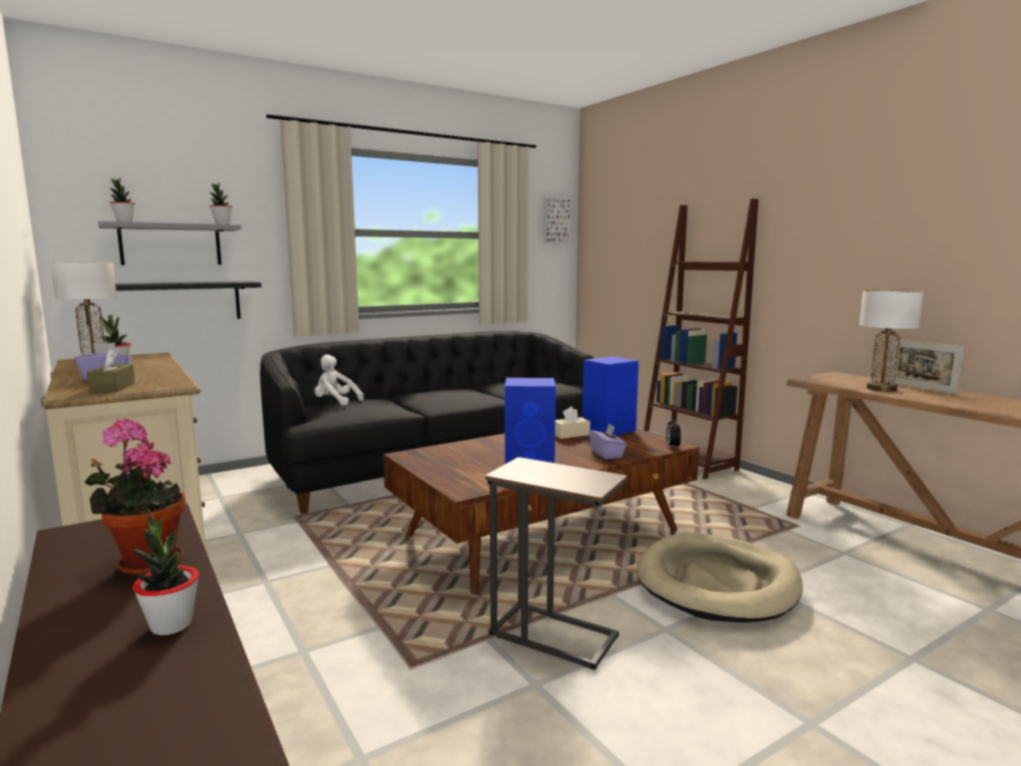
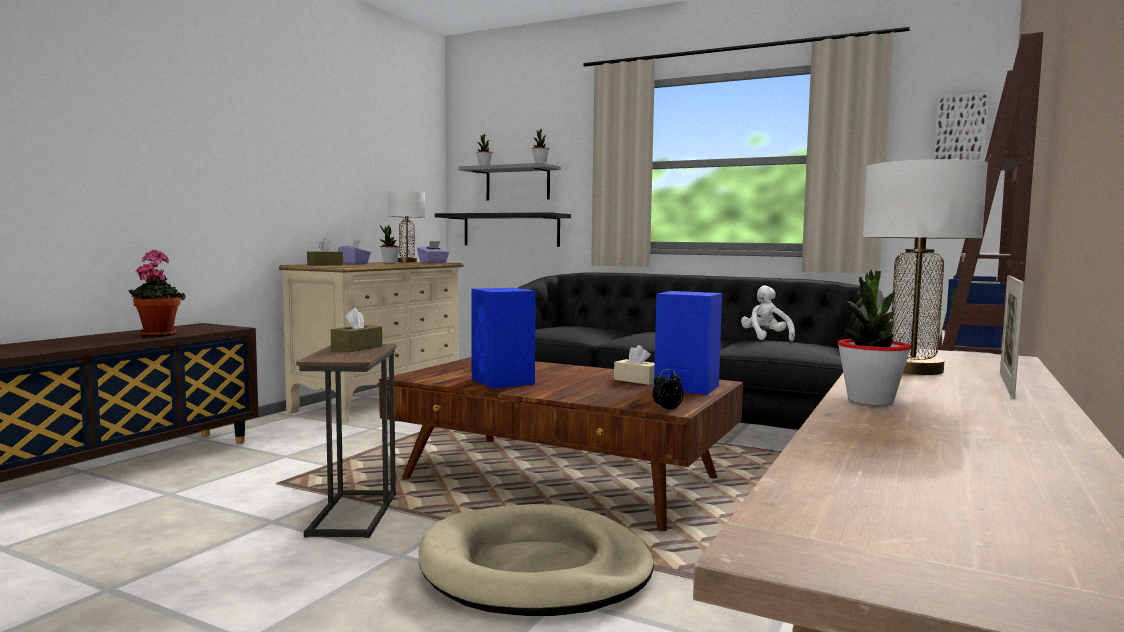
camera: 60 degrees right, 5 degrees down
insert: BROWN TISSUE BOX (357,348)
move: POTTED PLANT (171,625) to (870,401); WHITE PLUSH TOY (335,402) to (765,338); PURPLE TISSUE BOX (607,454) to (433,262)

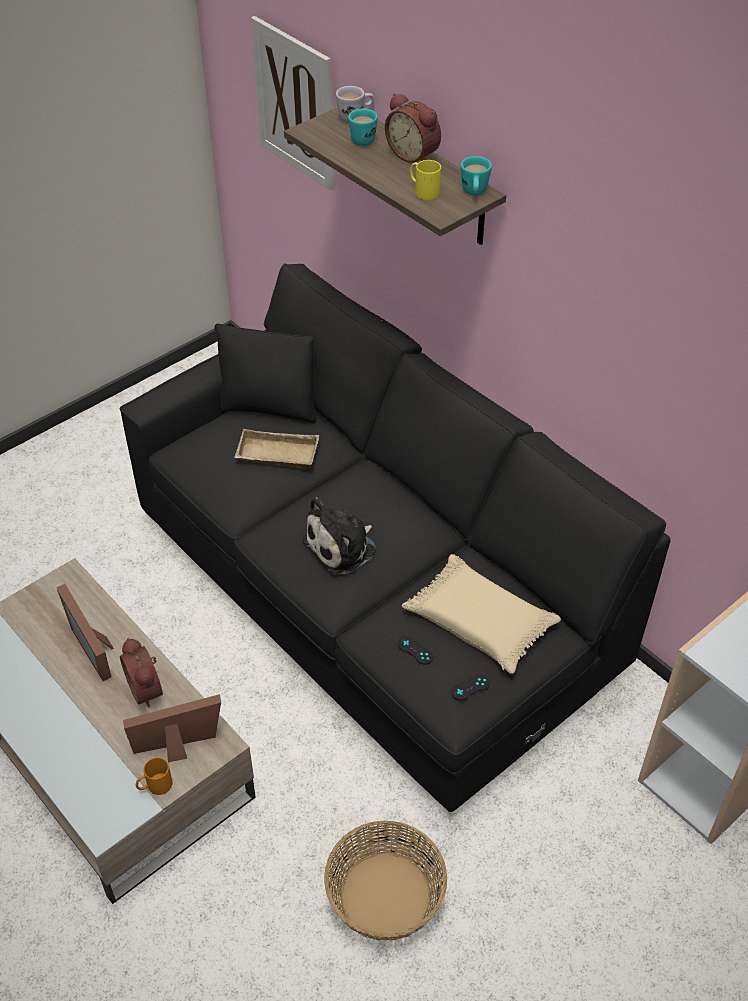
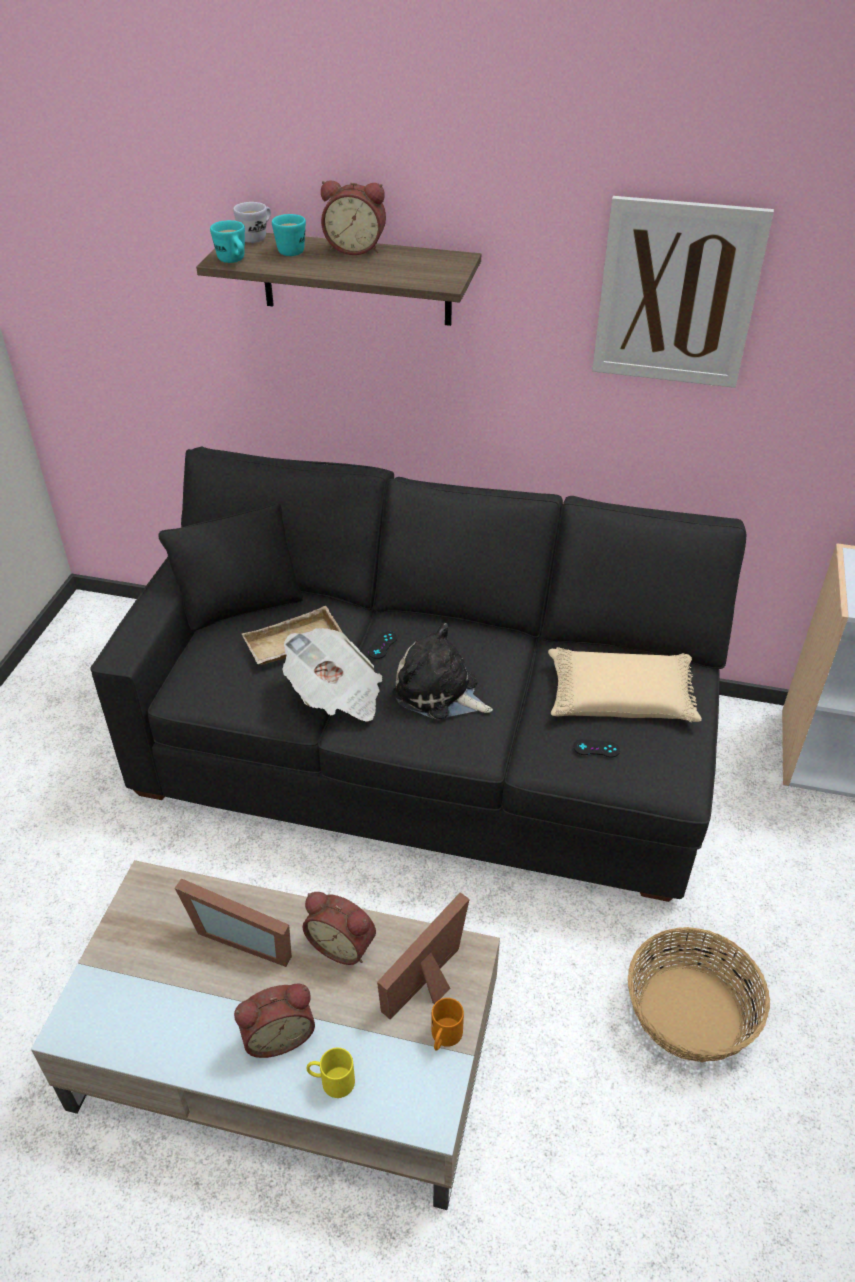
camera: 35 degrees left, 5 degrees down
insert: ALARM CLOCK (277,1034); NEWSPAPER (336,694)
move: PICTURE (295,103) to (677,294); YELLOW MUG (423,191) to (331,1081); BLACK GAME CONTROLLER (470,687) to (382,645); TURQUOISE MUG (474,193) to (234,261)
rotate: PLUSH TOY (344,545) = (439,692) 105 degrees clockwise

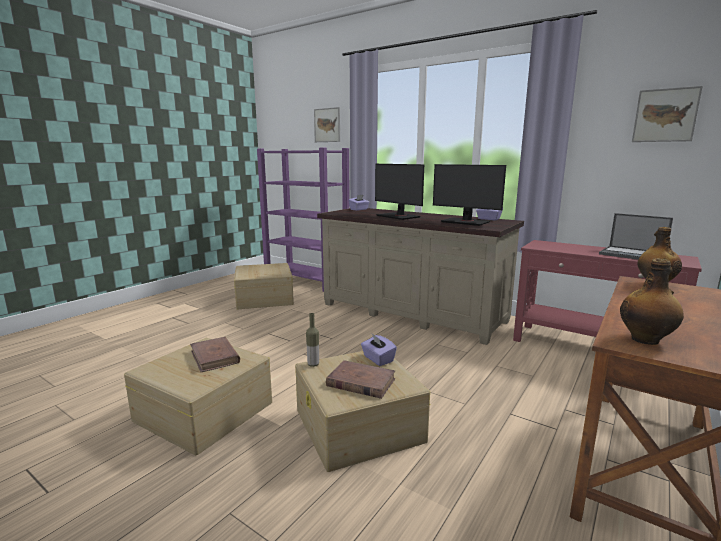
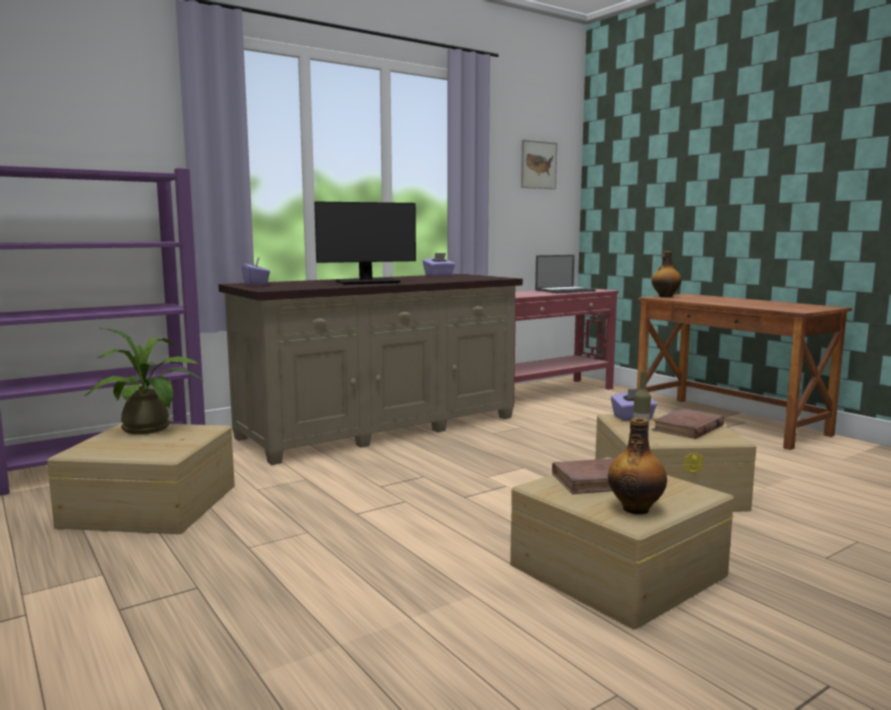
camera: 70 degrees left, 5 degrees down
delete: PICTURE (327,125); MONITOR (465,222)
insert: POTTED PLANT (150,429)
move: BOTTLE (646,340) to (636,508)

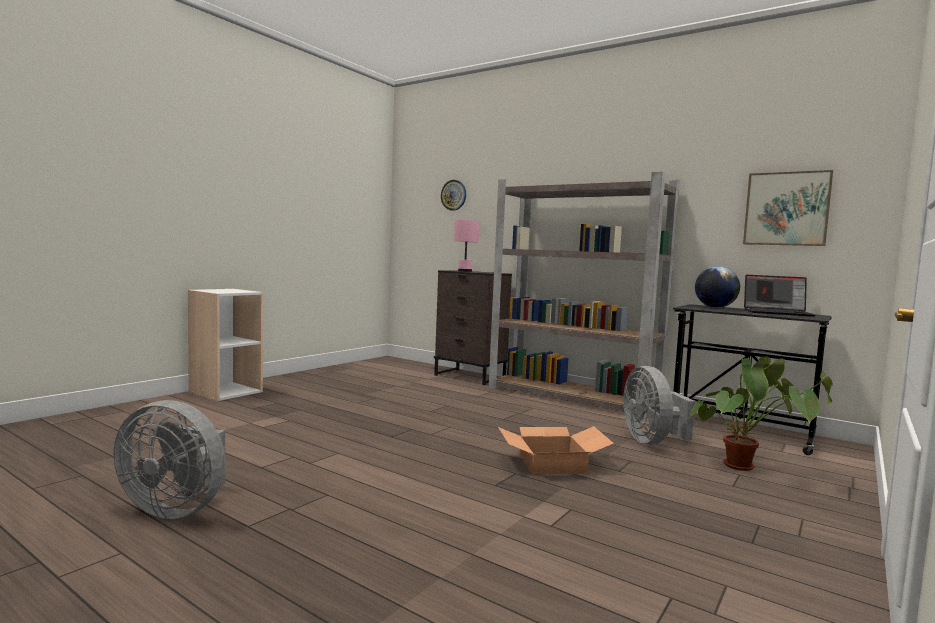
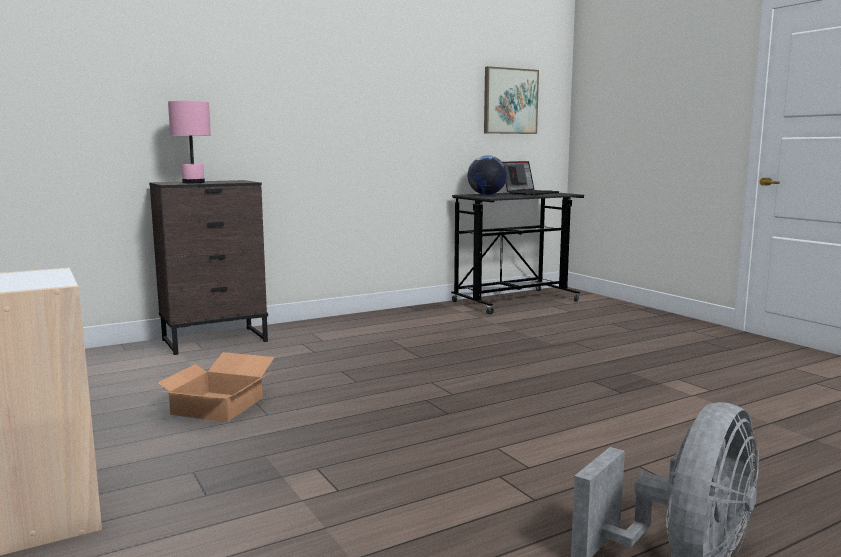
camera: 65 degrees left, 5 degrees up
delete: WALL CLOCK (454,195); BROWN BOOKCASE (571,397); GREY FAN (651,441); POTTED PLANT (751,465)
move: CARDBOARD BOX (552,463) to (217,405)

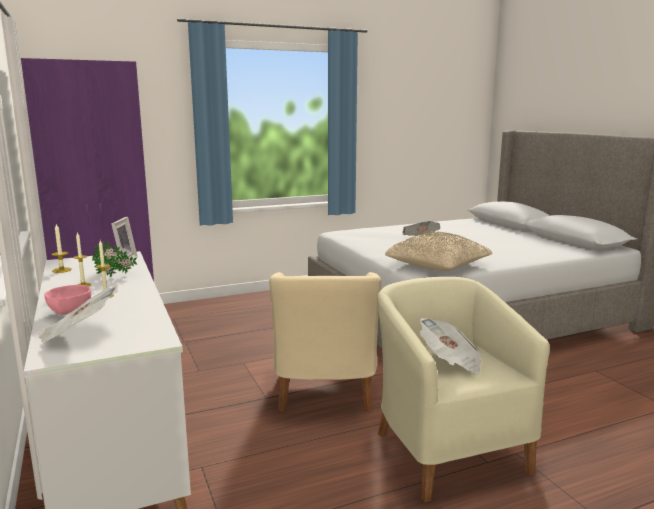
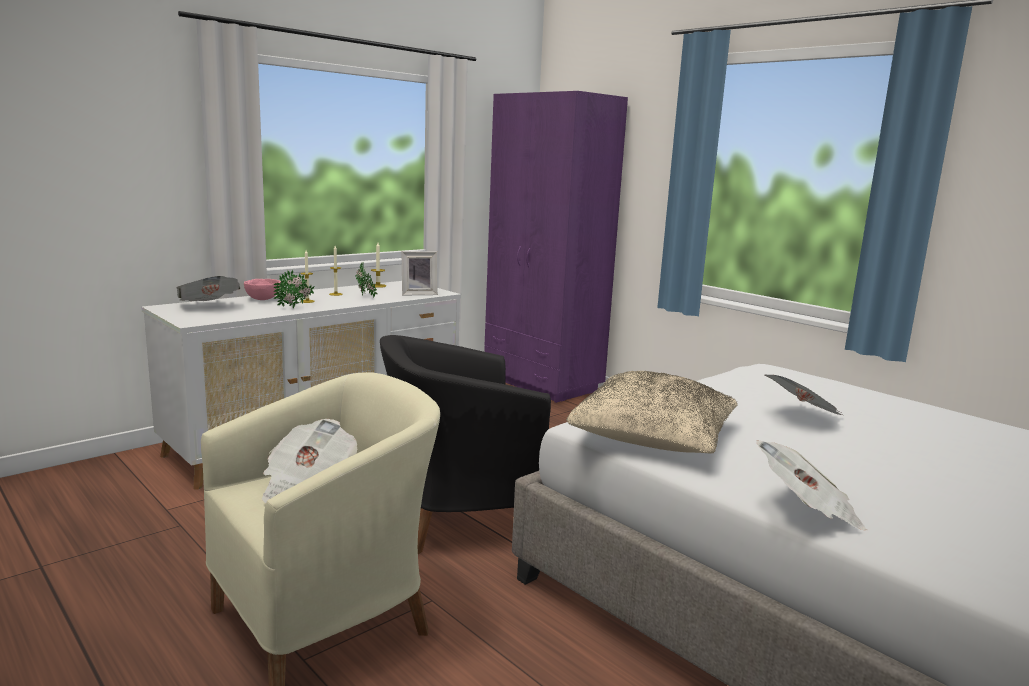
camera: 70 degrees right, 0 degrees up
insert: POTTED PLANT (296,307); NEWSPAPER (807,510)
recolor: BEIGE ARMCHAIR (324,389) to BLACK ARMCHAIR (457,516)

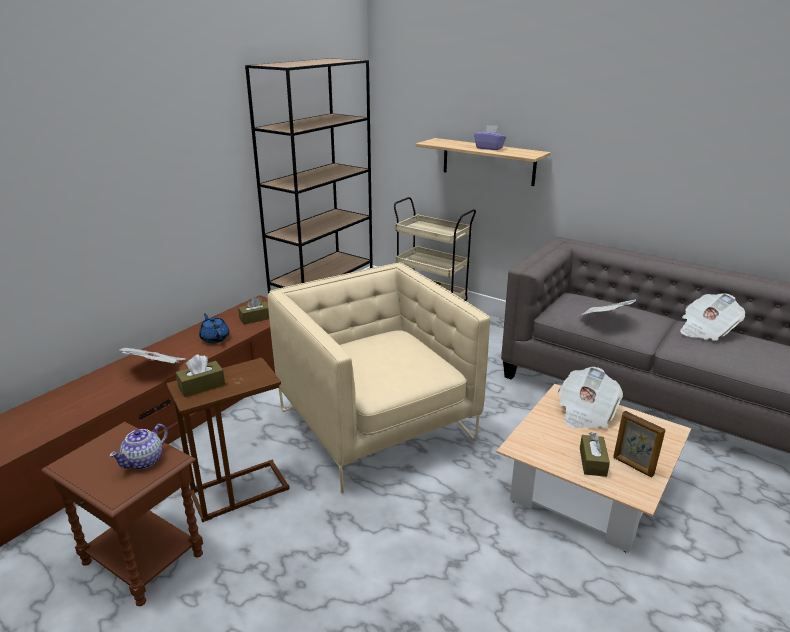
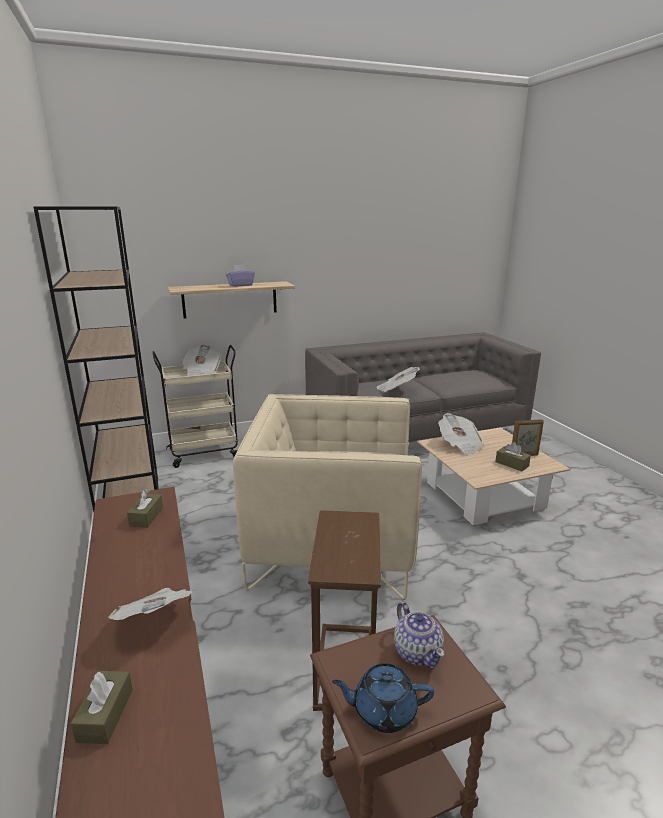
camera: 55 degrees left, 5 degrees down
move: BROWN TISSUE BOX (201,386) to (105,715); BLUE TEAPOT (215,338) to (383,710); NEWSPAPER (706,330) to (201,372)

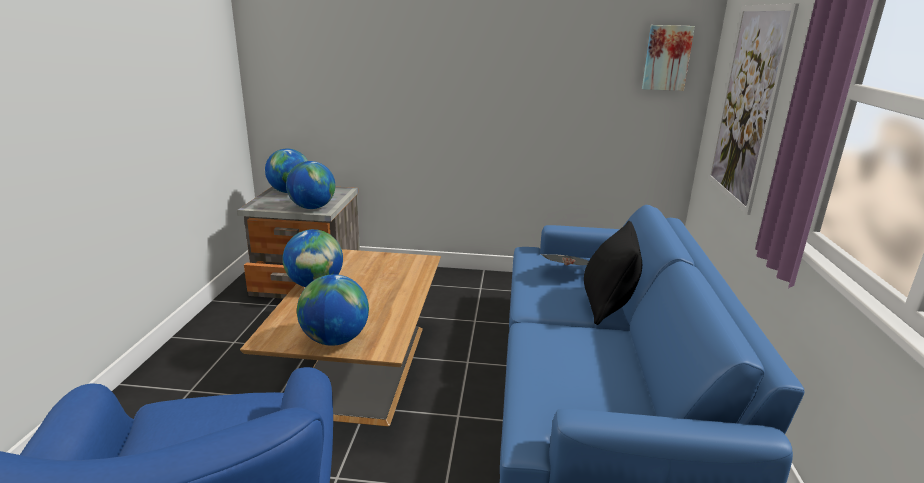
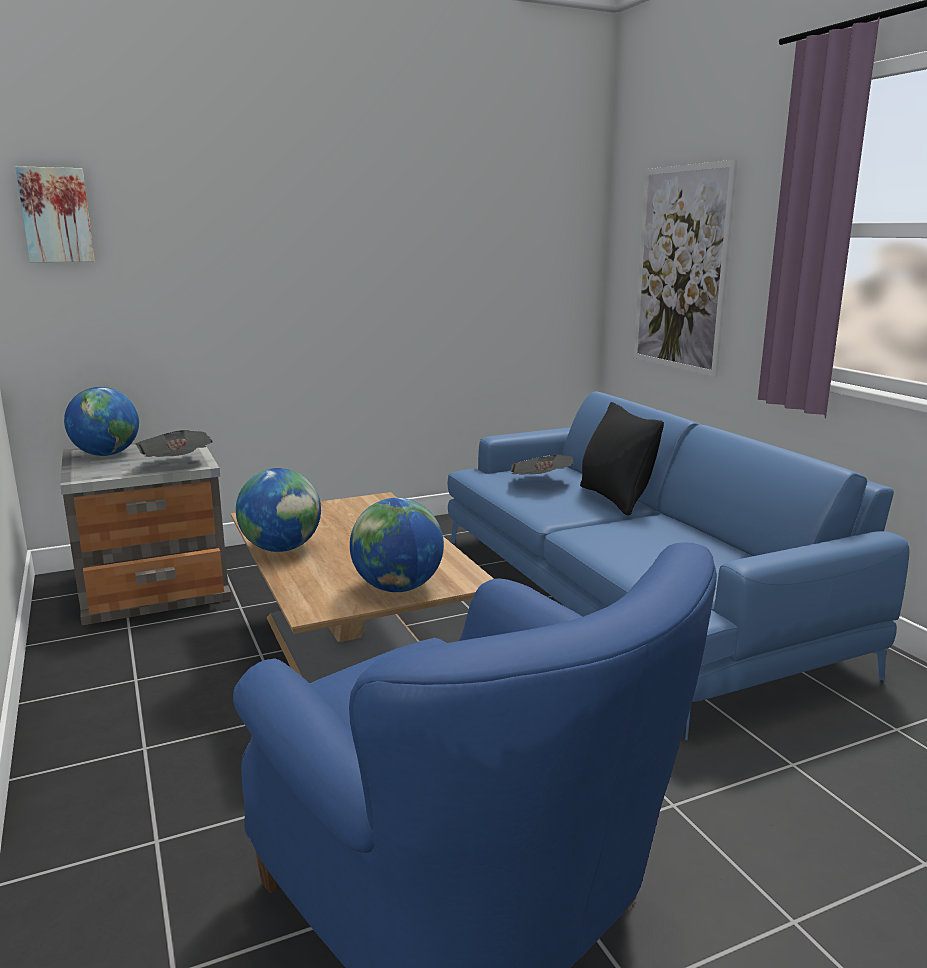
camera: 30 degrees left, 5 degrees down
move: PICTURE (666,58) to (56,215)
replace: GLOBE (312,208) to NEWSPAPER (177,464)

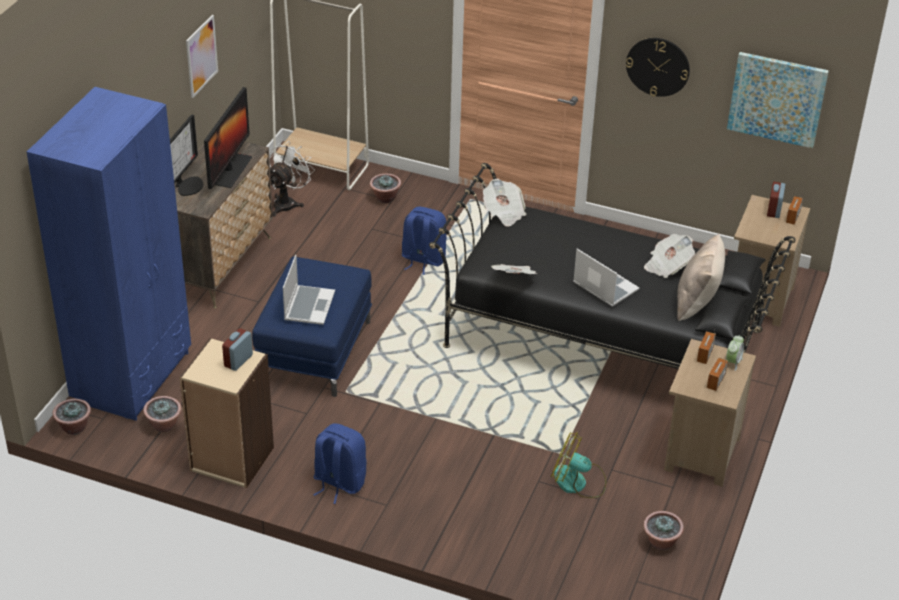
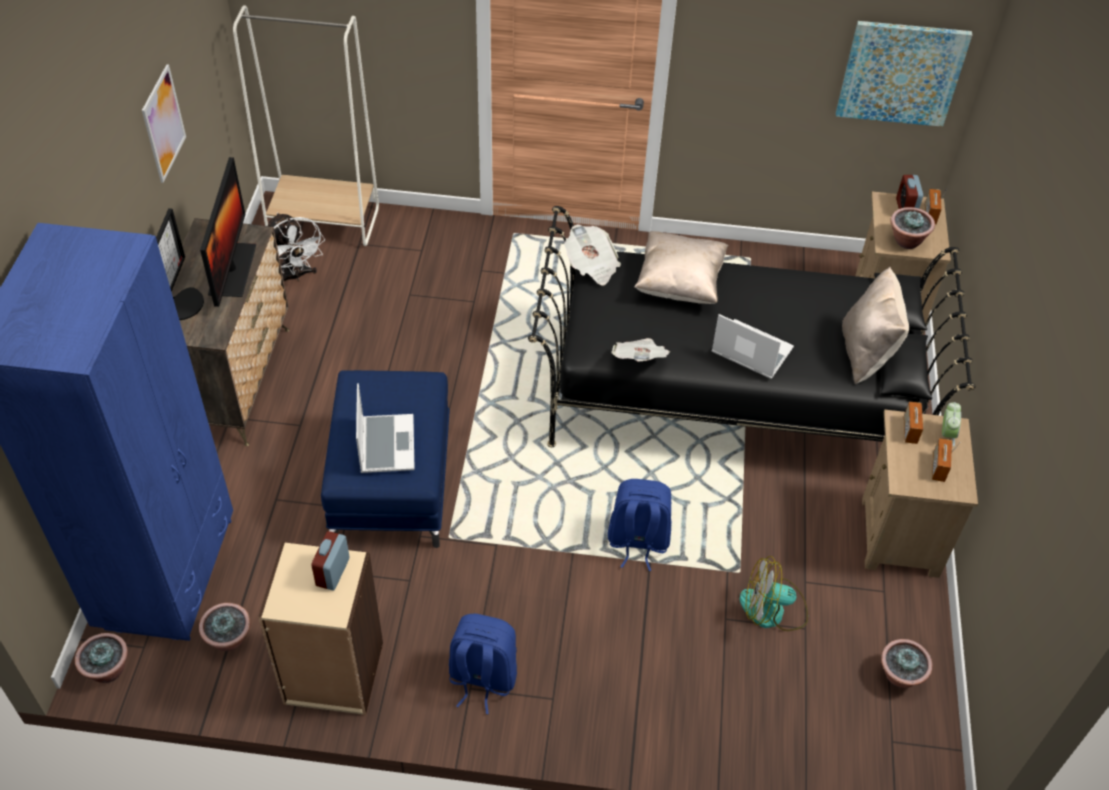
camera: 15 degrees left, 10 degrees up
delete: WALL CLOCK (658,66); NEWSPAPER (667,266)
insert: BEIGE PILLOW (679,283)
move: POTTED PLANT (385,198) to (906,241); BLUE BACKPACK (422,259) to (637,542)
rotate: WHITE FAN (287,203) = (295,276) 135 degrees clockwise

